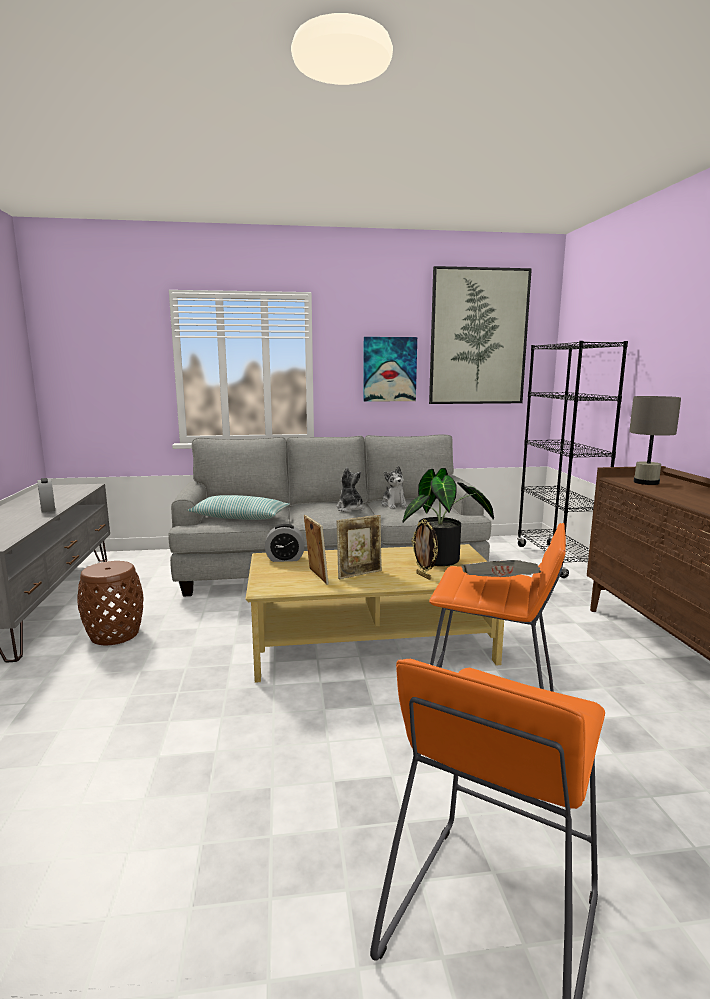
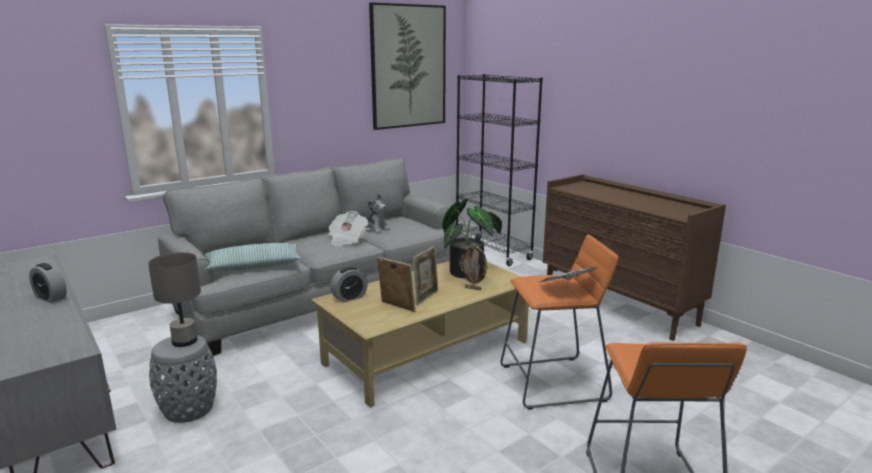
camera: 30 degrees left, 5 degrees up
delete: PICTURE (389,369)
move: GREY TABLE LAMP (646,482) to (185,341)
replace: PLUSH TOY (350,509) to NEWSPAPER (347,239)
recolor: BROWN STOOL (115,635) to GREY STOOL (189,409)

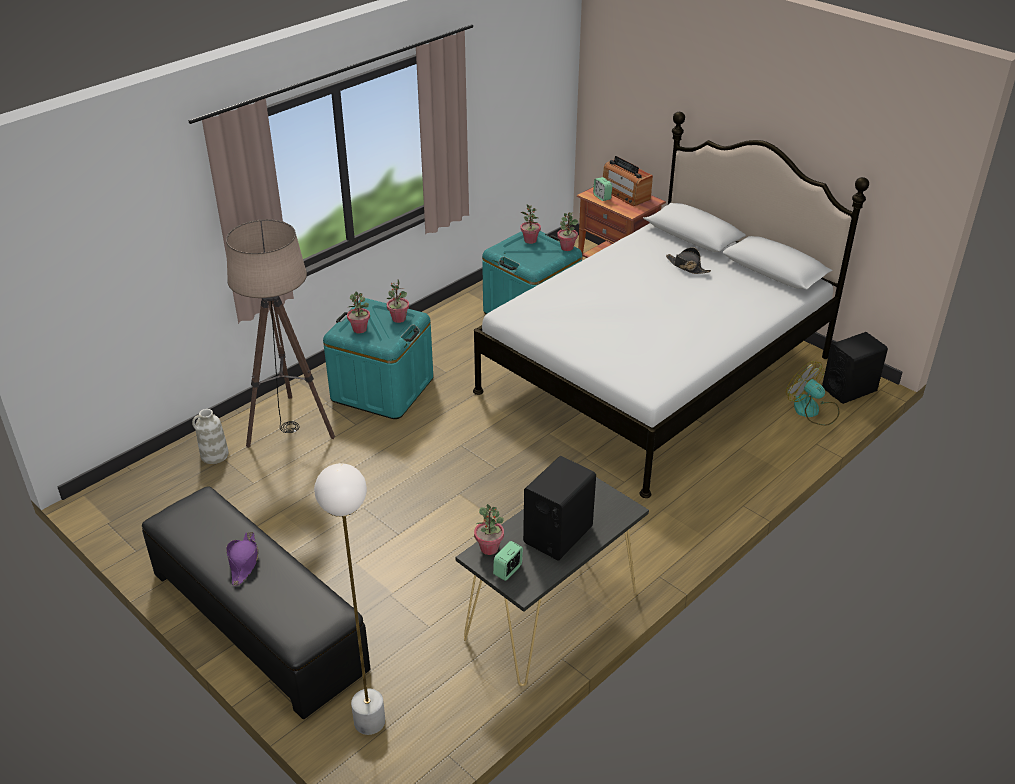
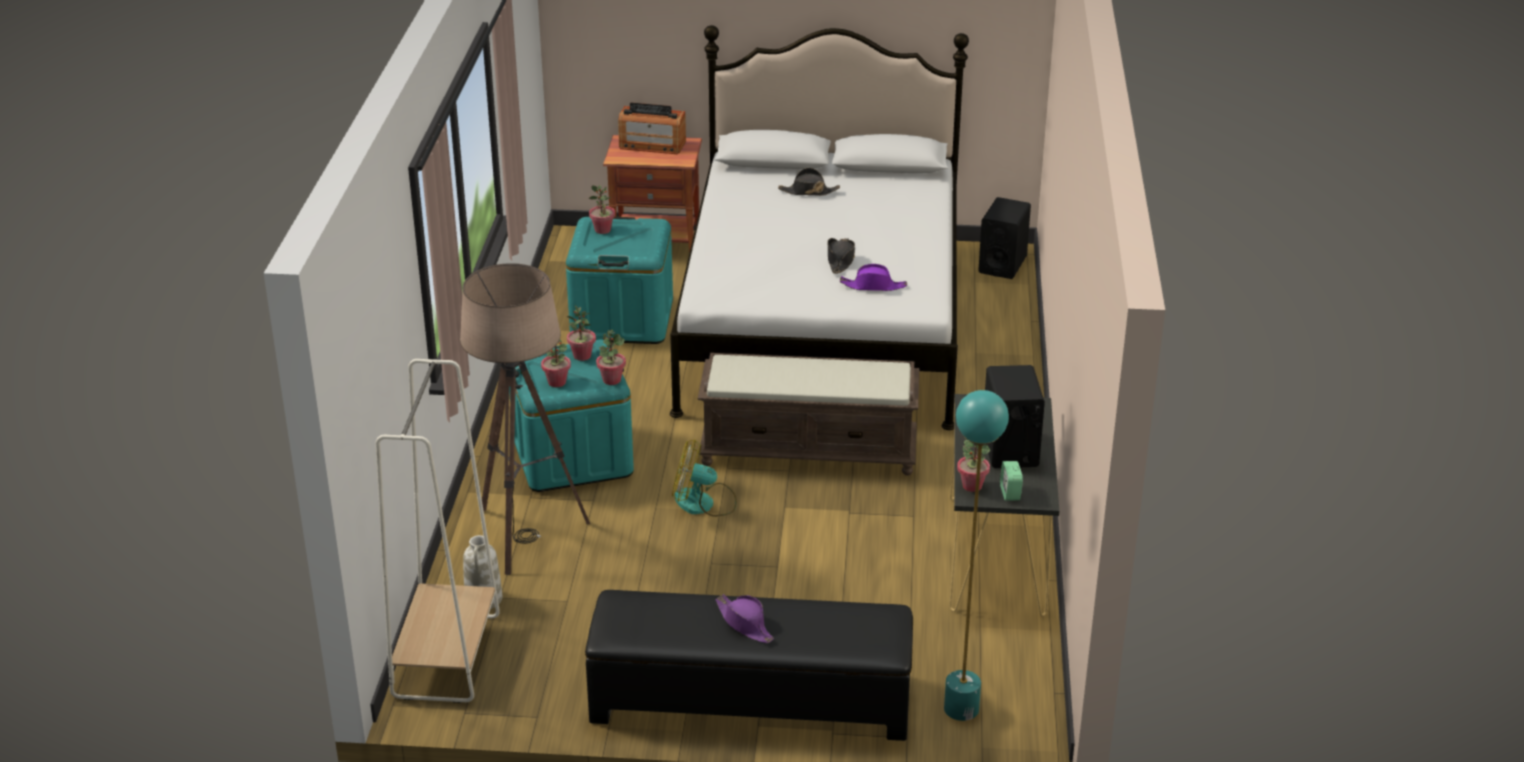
camera: 40 degrees left, 5 degrees down
delete: ALARM CLOCK (602,197)
insert: CLOTHES RACK (447,657); BROWN BENCH (810,450); BLACK HAT (840,260); PURPLE HAT (873,286)
move: POTTED PLANT (567,248) to (611,380); FAN (812,411) to (703,503)
recolor: WHITE FLOOR LAMP (369,721) to TURQUOISE FLOOR LAMP (961,709)

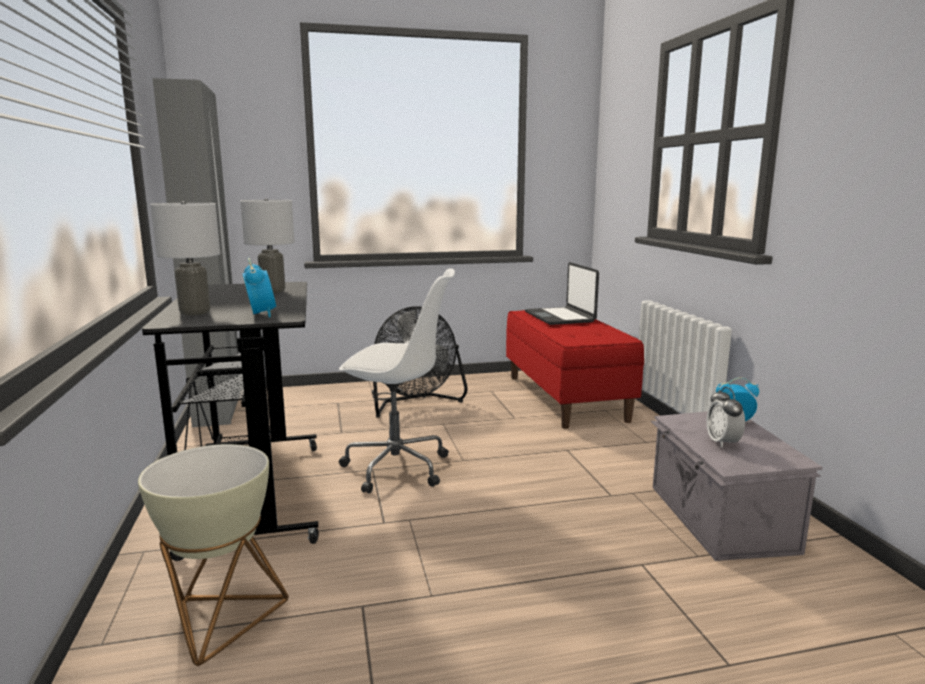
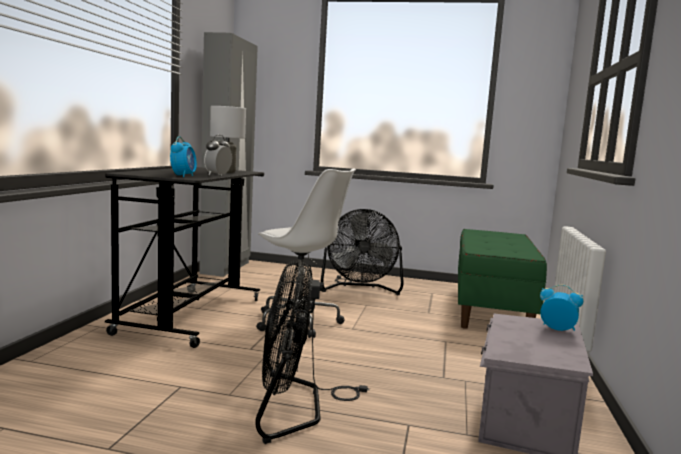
camera: 25 degrees right, 5 degrees down
delete: PLANTER (223,618); WHITE TABLE LAMP (193,313); LAPTOP (560,317)
insert: BLACK FAN (297,403)
move: ALARM CLOCK (722,443) to (218,175)
recolor: RED BENCH (566,398) to GREEN BENCH (492,309)

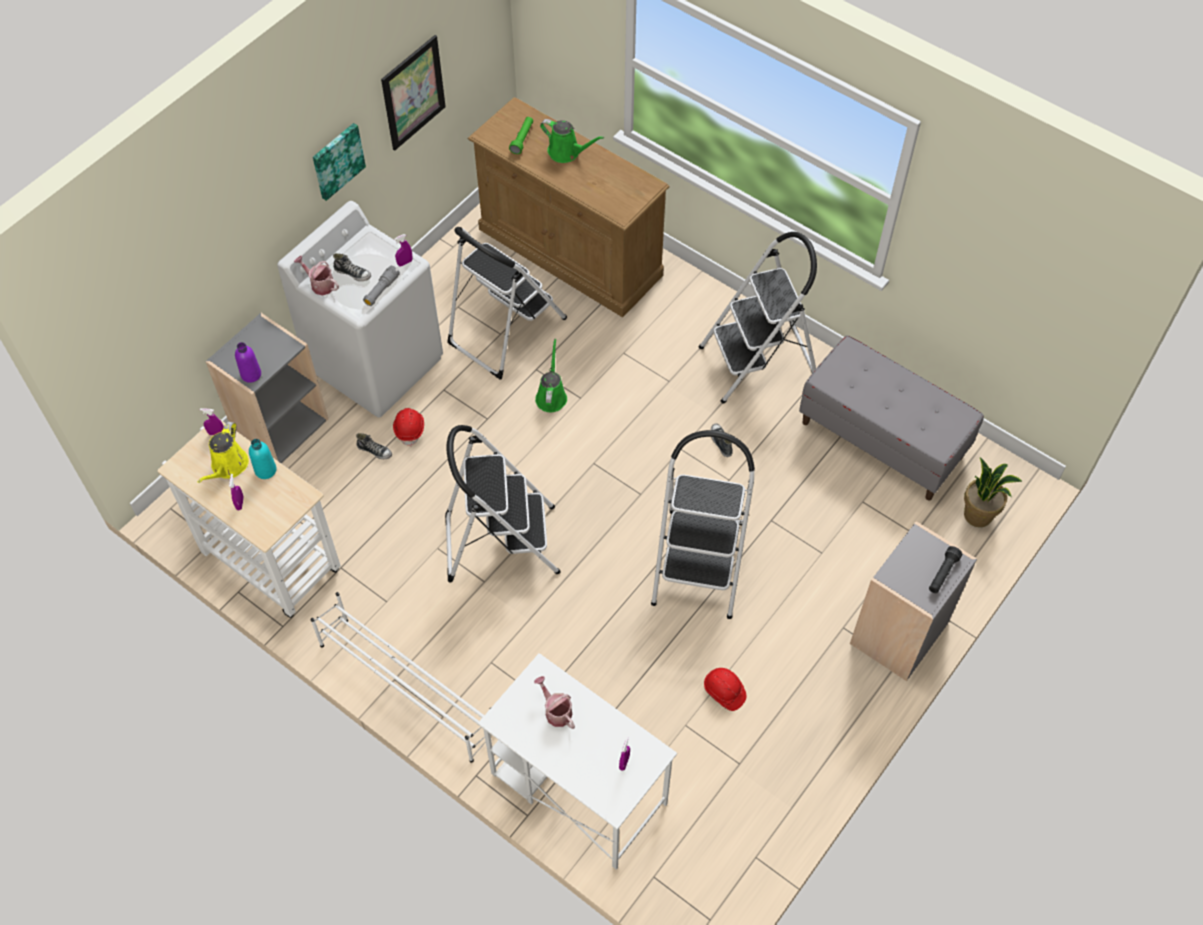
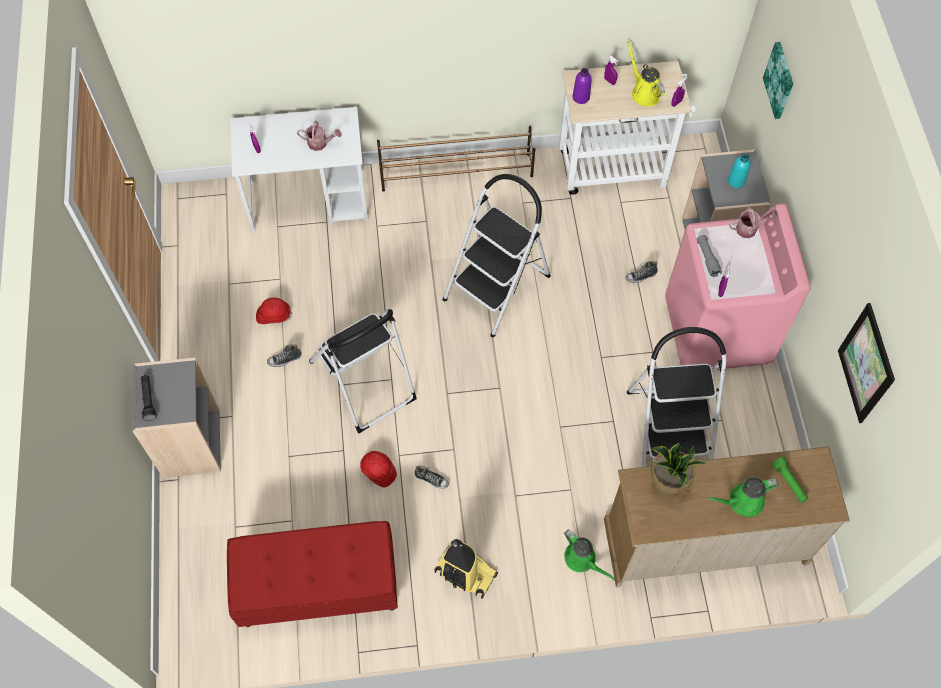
camera: 135 degrees right, 5 degrees up
move: PURPLE BOTTLE (251,374) to (581,97); TURQUOISE BOTTLE (265,470) to (736,181); PICTURE (337,160) to (780,80); SHOE (353,273) to (285,359); RED HARD HAT (410,429) to (378,471); GREEN WATERING CAN (551,396) to (582,559); POTTED PLANT (978,515) to (666,484)
replace: STEP LADDER (762,363) to VACUUM CLEANER (464,574)
recolor: WHITE WASHING MACHINE (376,363) to PINK WASHING MACHINE (717,331); WHITE SHOE RACK (406,687) to BROWN SHOE RACK (457,172); GREY BENCH (882,439) to RED BENCH (318,587)

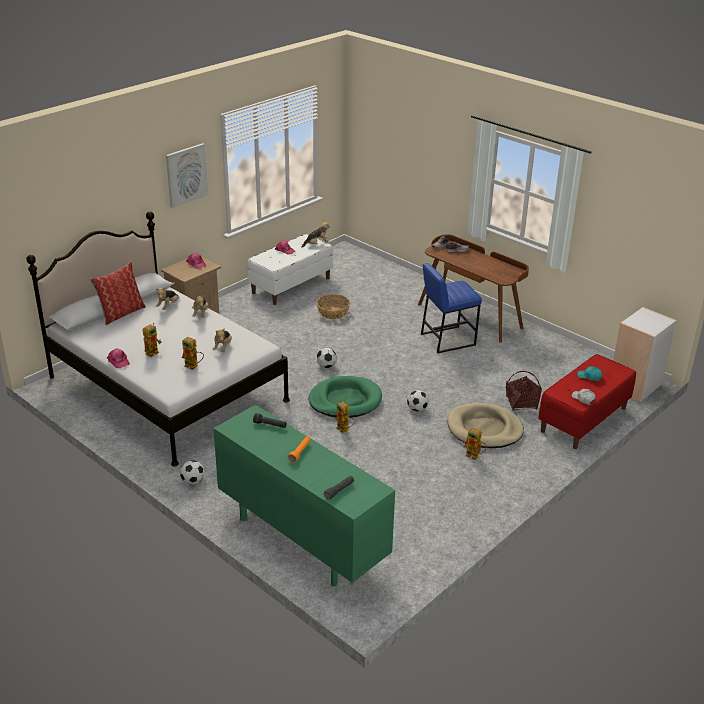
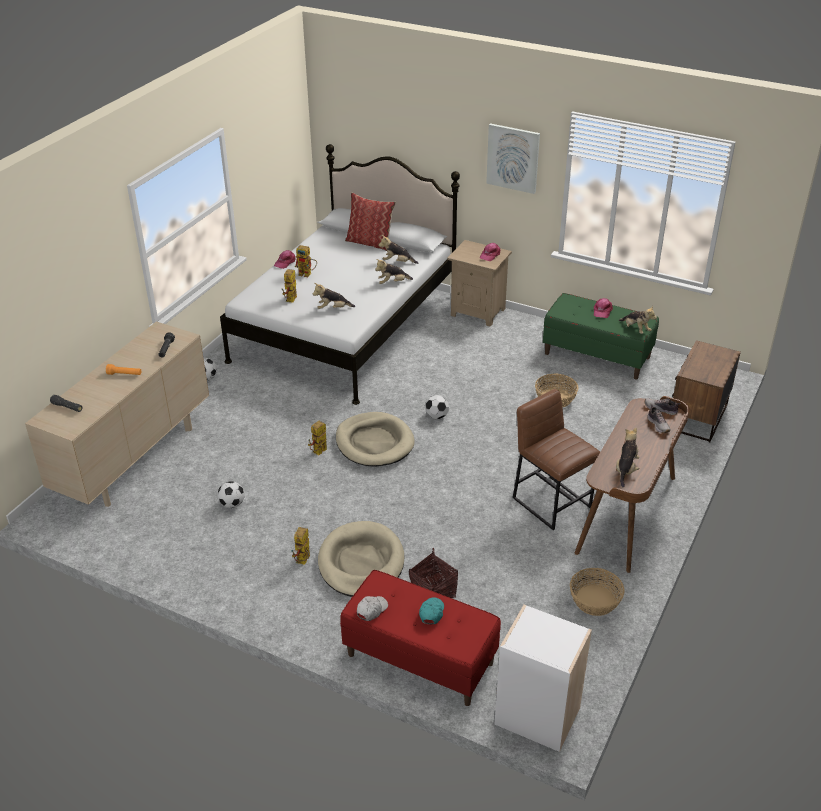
camera: 75 degrees right, 5 degrees up
insert: BASKET (595,600); PLUSH TOY (626,469); BROWN NIGHTSTAND (697,417)
move: FOOTBALL (417,409) to (232,504)
recolor: GREEN DRESSER (301,540) to BEIGE DRESSER (135,459); WHITE BENCH (291,285) to GREEN BENCH (597,355); GREEN DOG BED (345,400) to BEIGE DOG BED (374,442); BLUE CHAIR (447,340) to BROWN CHAIR (551,502)

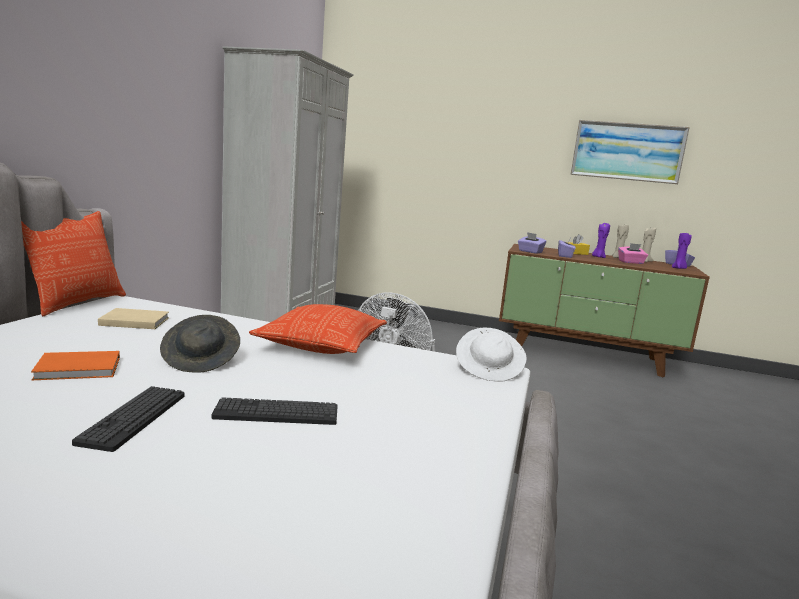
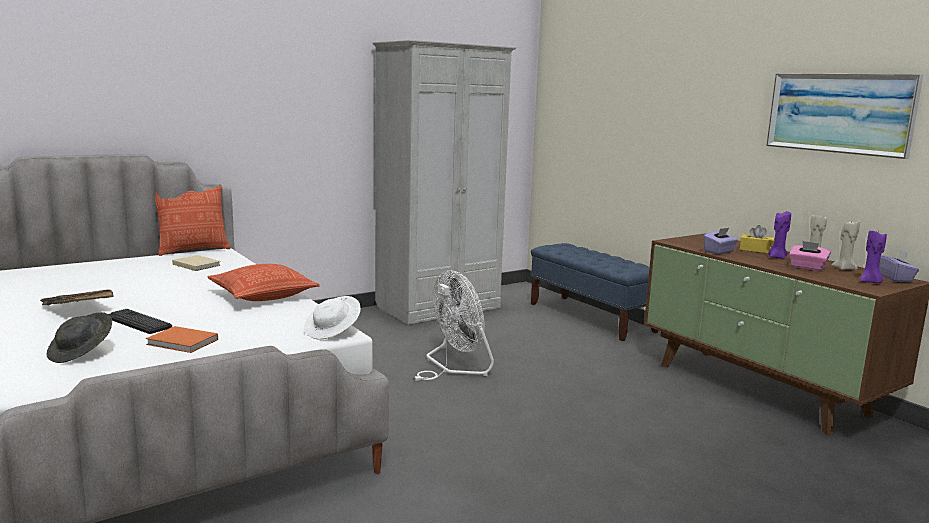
camera: 40 degrees right, 0 degrees up
delete: PURPLE TISSUE BOX (530,251)
insert: BLUE BENCH (591,317)
move: ORANGE BOOK (80,369) to (183,342); GREY HAT (201,360) to (81,353)
replace: KEYBOARD (134,418) to GREY BOOK (77,309)

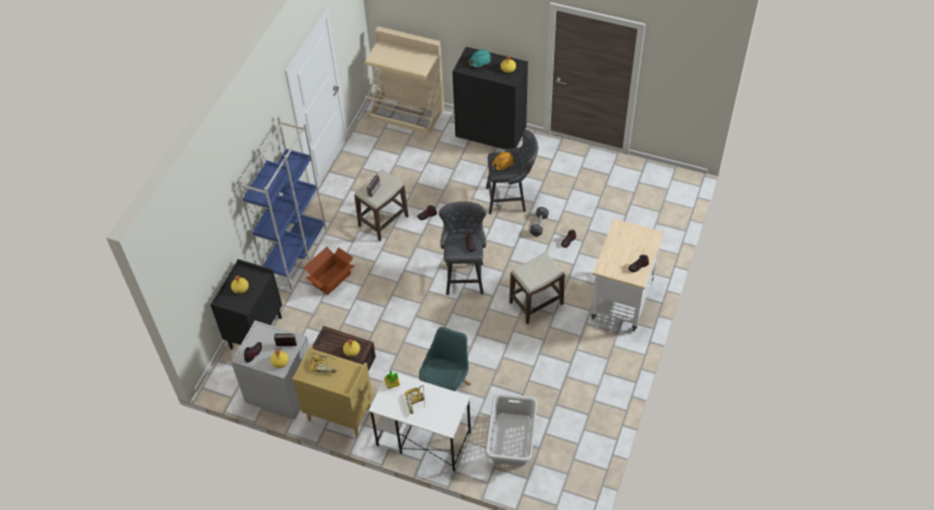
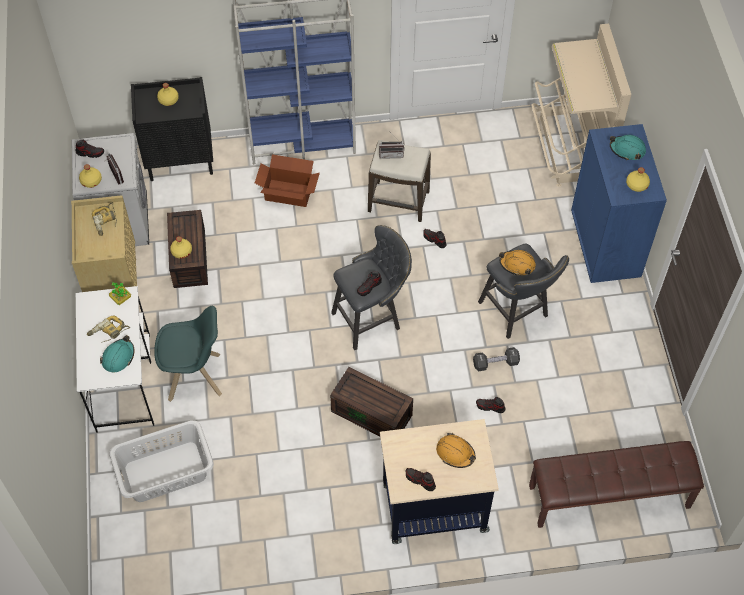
camera: 60 degrees right, 5 degrees up
insert: TURQUOISE HARD HAT (118,357); ORANGE HARD HAT (455,453); BROWN BENCH (609,497)
replace: STOOL (536,303) to BROWN STORAGE BOX (373,413)
recolor: BLACK CABINET (491,135) to BLUE CABINET (605,247); WHITE CART (622,301) to BLUE CART (433,509)

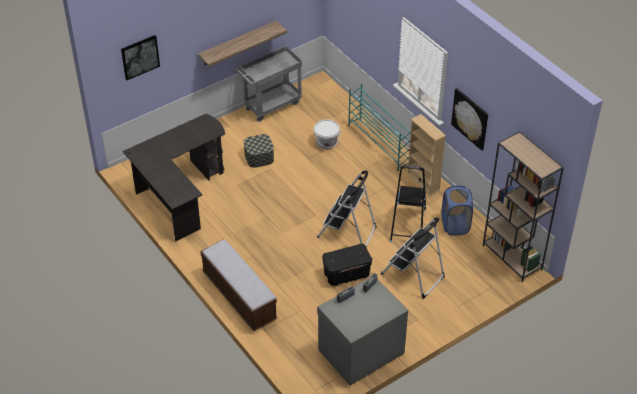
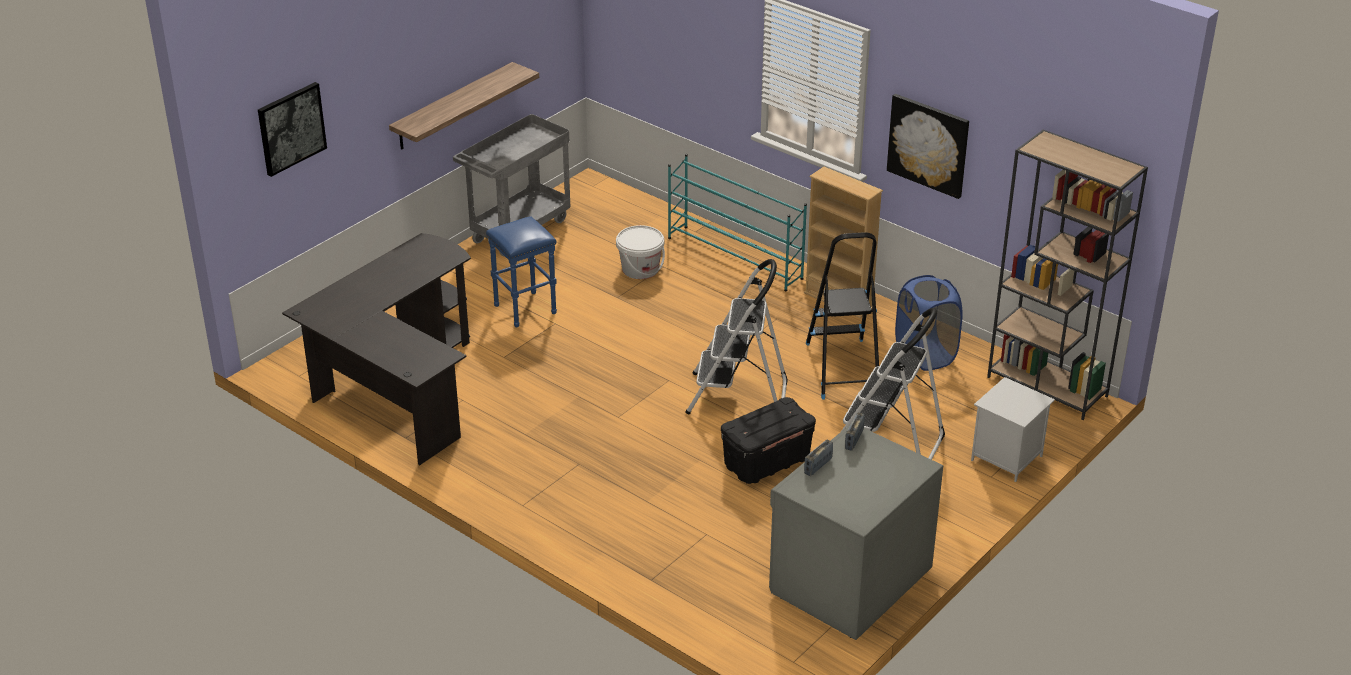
camera: 15 degrees left, 10 degrees down
delete: BENCH (239,296)
insert: GREY NIGHTSTAND (1007,459)
replace: STORAGE BOX (259,157) to BLUE STOOL (526,309)

